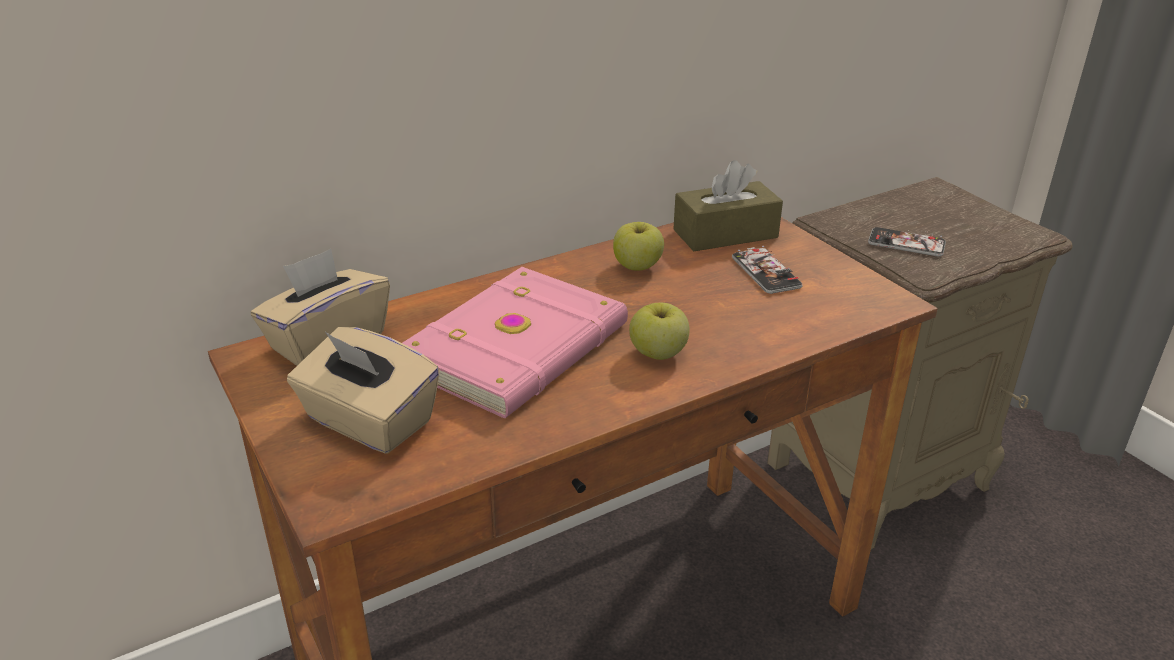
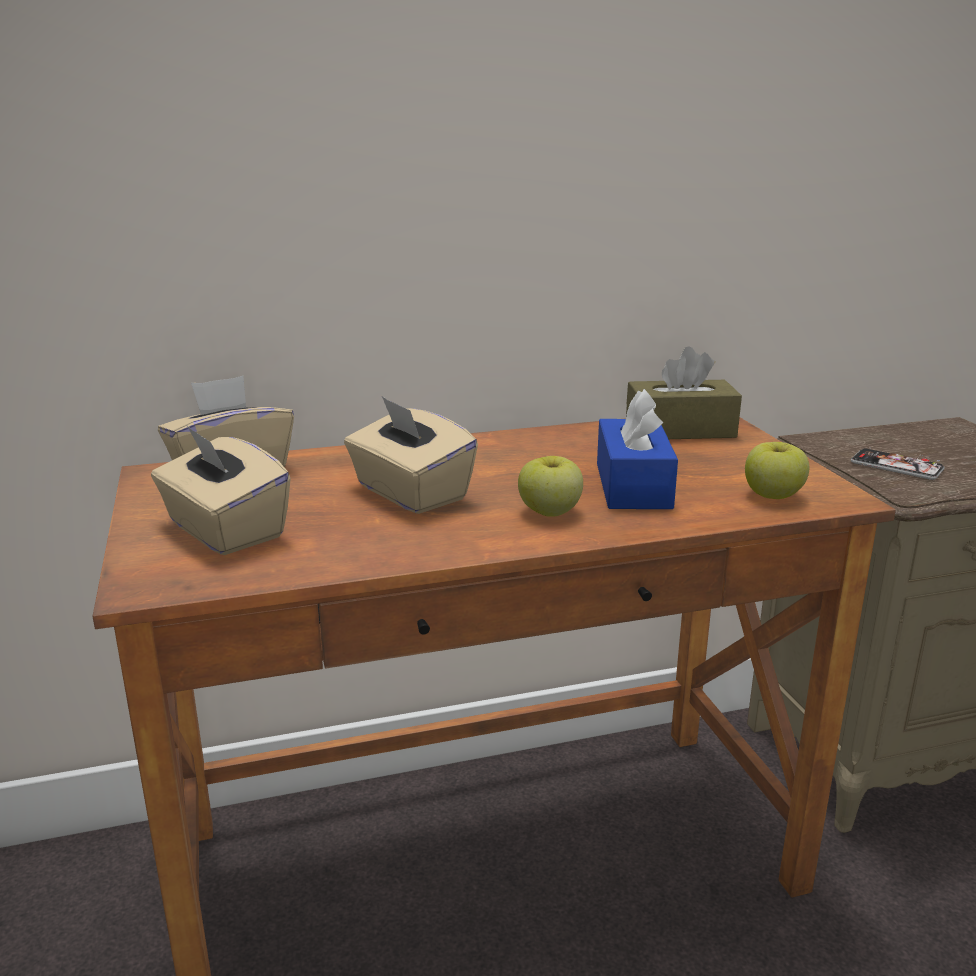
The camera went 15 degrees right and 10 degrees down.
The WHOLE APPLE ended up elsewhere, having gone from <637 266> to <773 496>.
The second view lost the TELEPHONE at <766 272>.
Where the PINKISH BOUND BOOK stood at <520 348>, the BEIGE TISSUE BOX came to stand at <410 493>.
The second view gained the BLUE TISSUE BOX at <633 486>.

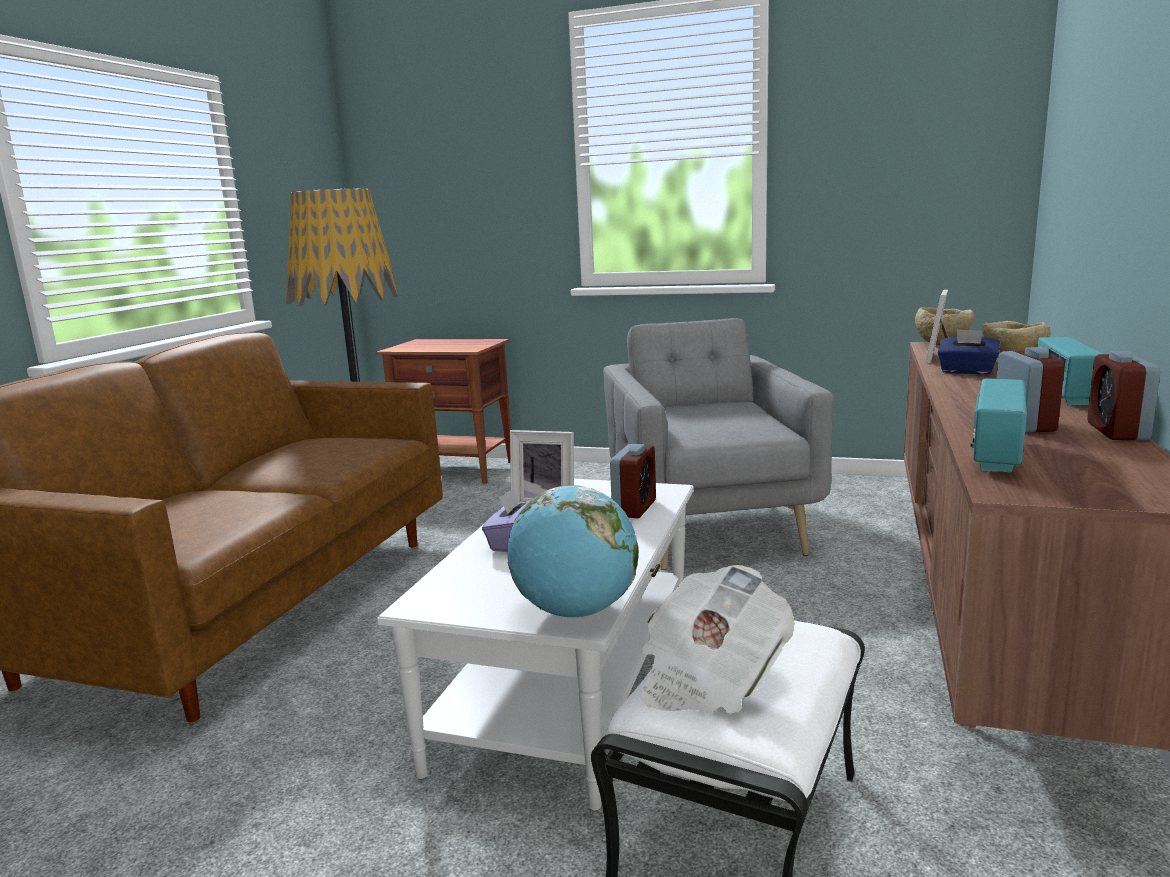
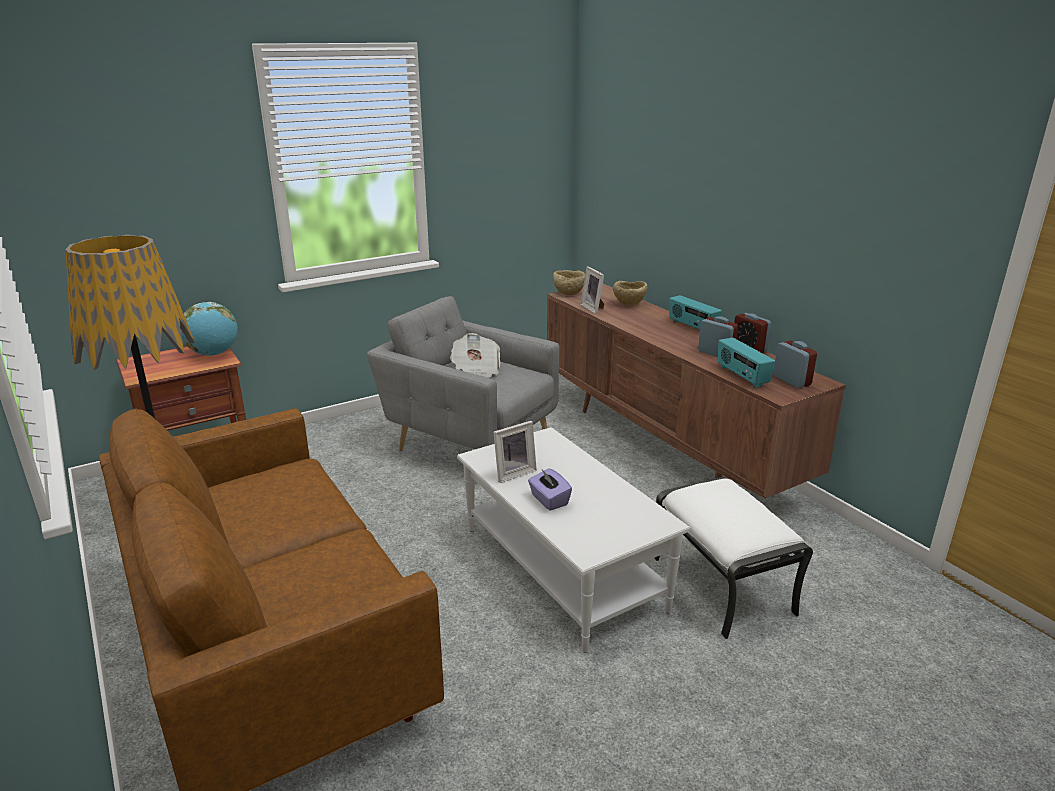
The camera went 50 degrees left and 10 degrees up.
The second view lost the BLUE TISSUE BOX at <966 371>.
The TABLE CLOCK ended up elsewhere, having gone from <634 508> to <791 380>.
The DESK GLOBE ended up elsewhere, having gone from <576 611> to <214 354>.
The DAILY PAPER ended up elsewhere, having gone from <709 677> to <476 371>.

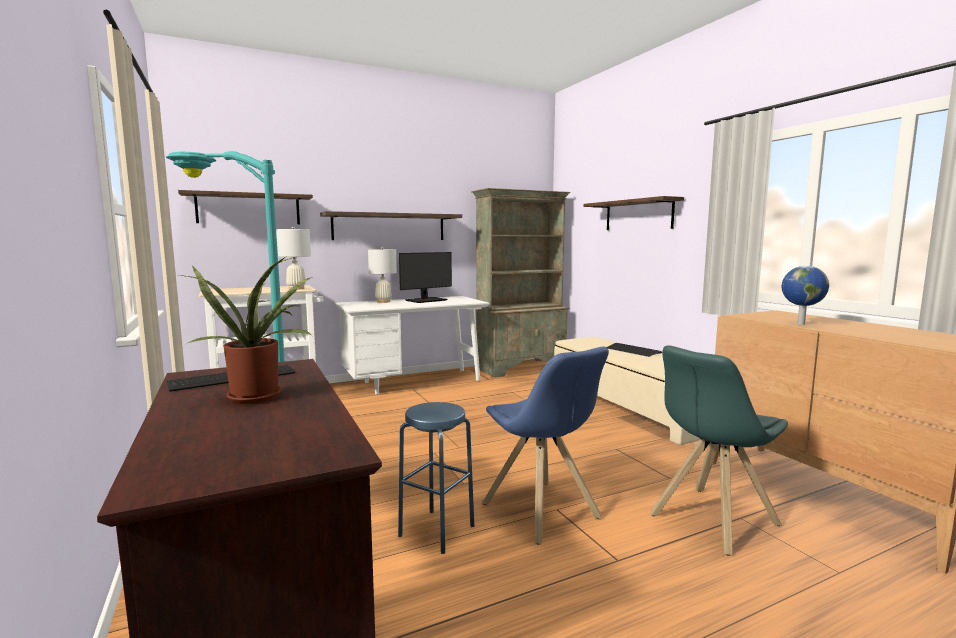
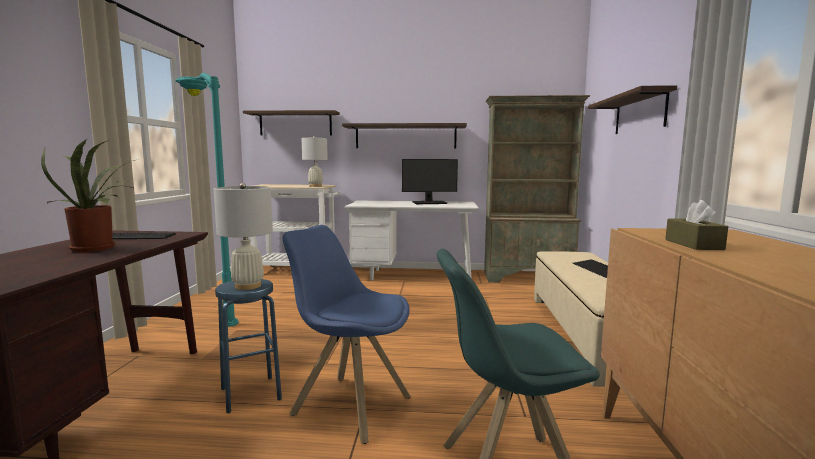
The camera went 30 degrees right and 0 degrees up.
The WHITE-COLOURED LAMP FOR A TABLE ended up elsewhere, having gone from <383 301> to <247 286>.
Where the DESK GLOBE stood at <799 324>, the BROWN TISSUE BOX came to stand at <693 244>.
The BLUE CHAIR at <541 510> ended up facing another way, 120 degrees clockwise from before.

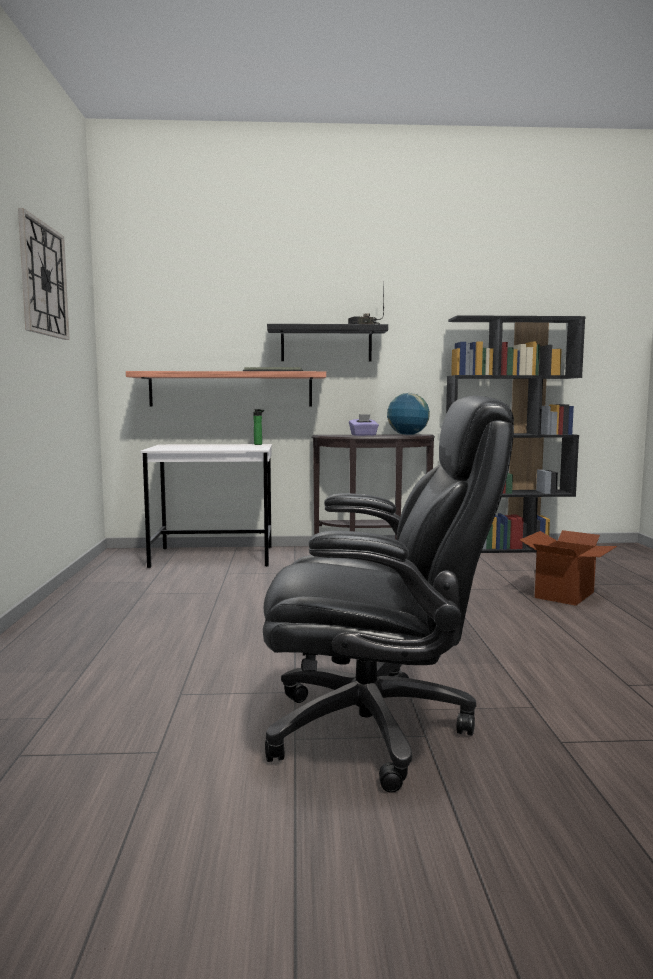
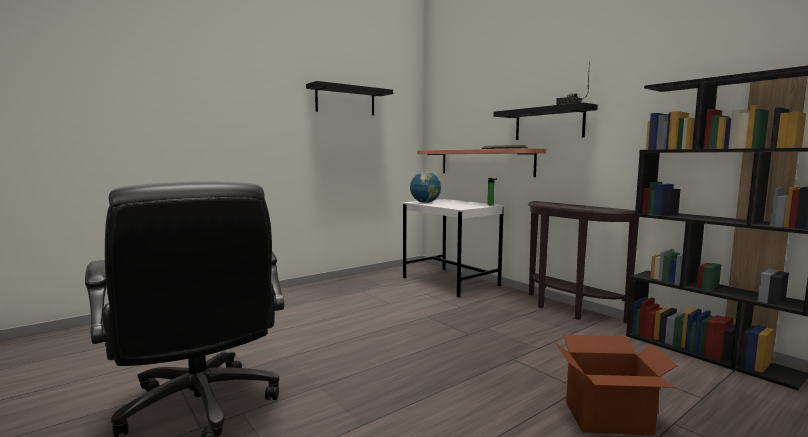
The camera went 55 degrees right and 0 degrees up.
Where the CLOCK ON THE WALL hung at <43 280>, the BLACKISH WALL SHELF came to hang at <345 101>.
The DESK GLOBE ended up elsewhere, having gone from <407 435> to <425 202>.
The second view lost the PURPLISH TISSUE BOX at <363 435>.

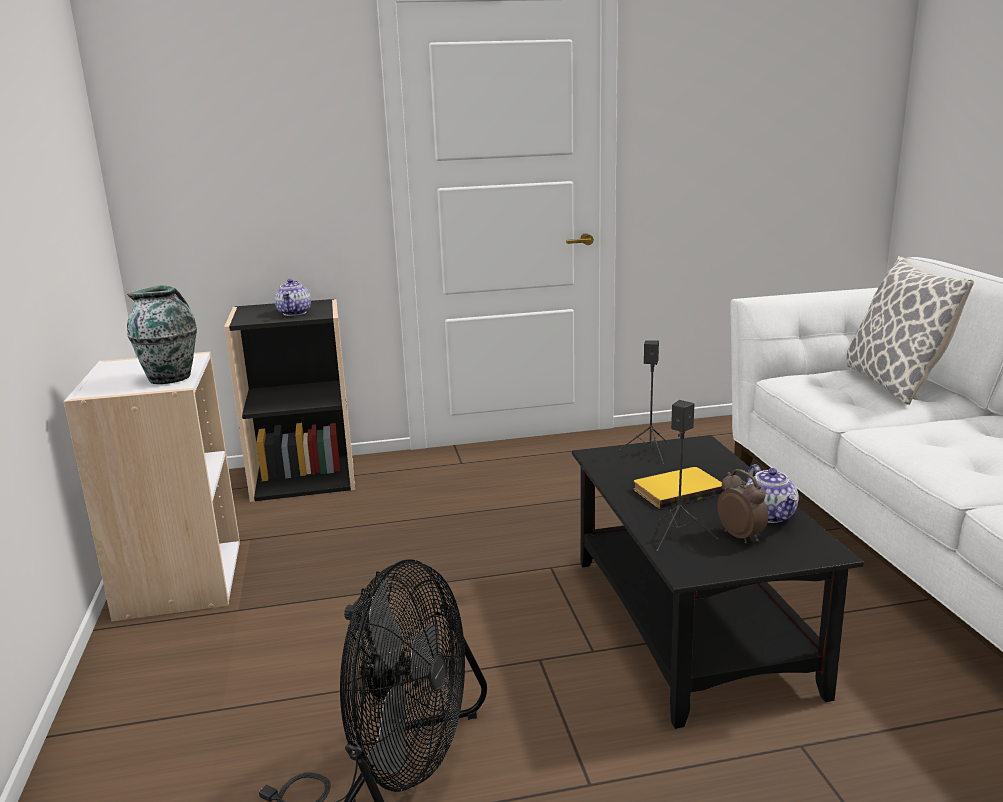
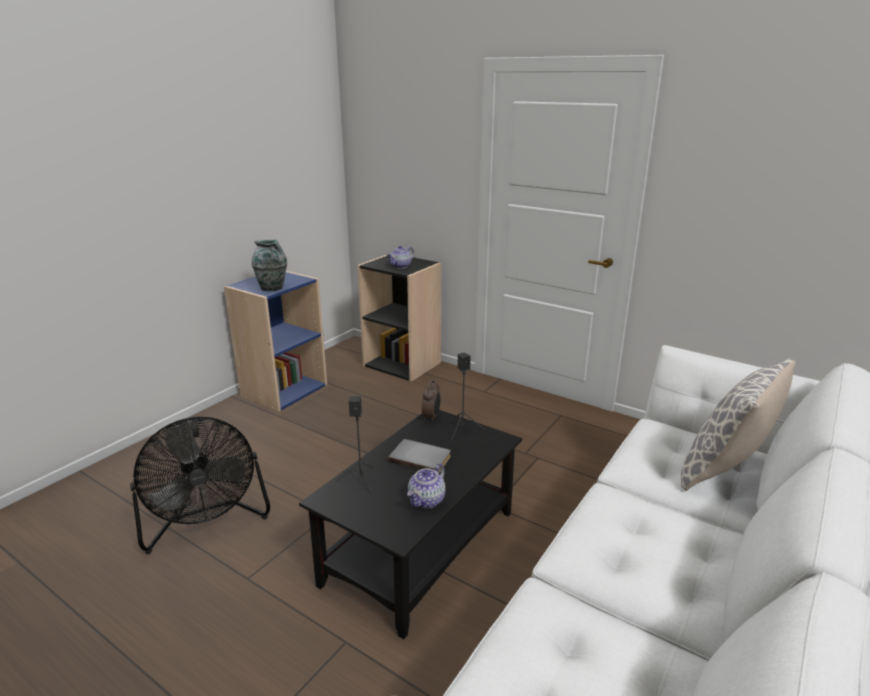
The camera went 45 degrees right and 5 degrees up.
What was the WHITE-COLOURED SHELVING UNIT at <179 578> turned into the BLUE SHELVING UNIT at <284 389>.
What was the YELLOW-COLOURED BOUND BOOK at <676 490> turned into the GREY BOUND BOOK at <421 457>.
The TABLE CLOCK ended up elsewhere, having gone from <741 536> to <431 417>.

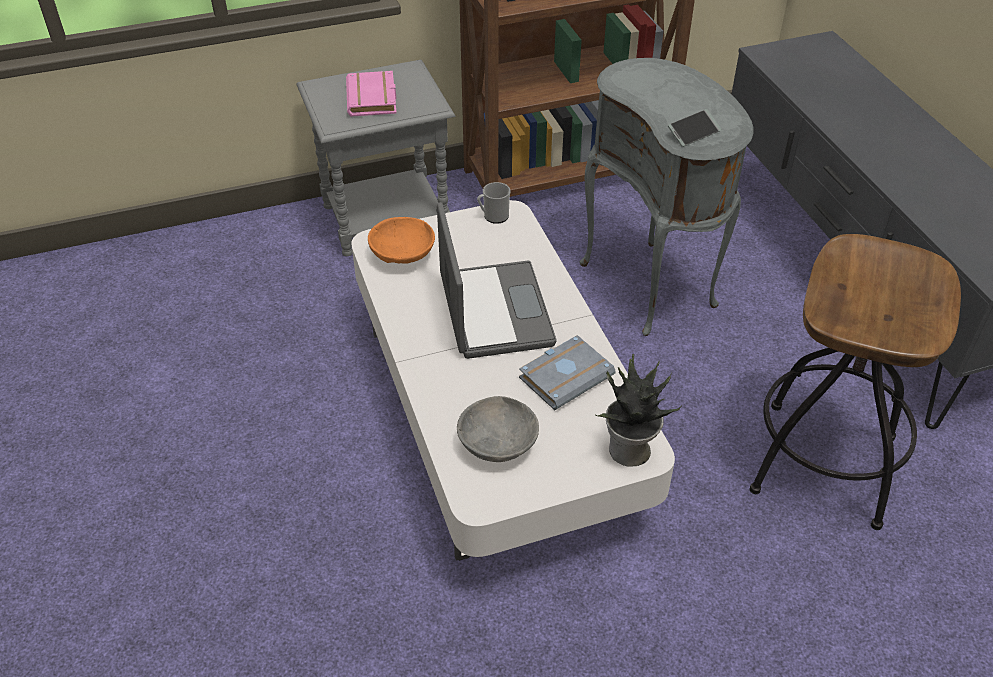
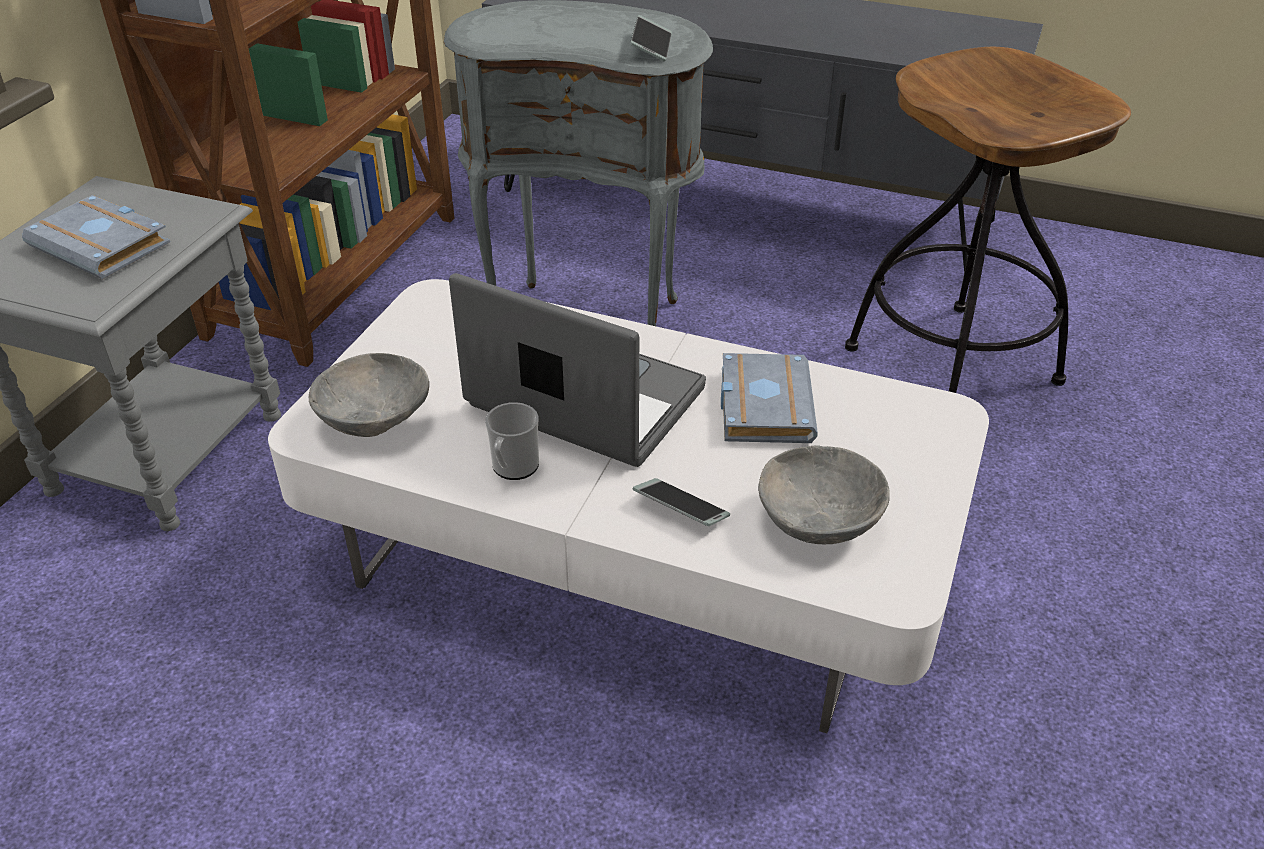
The camera went 50 degrees left and 5 degrees down.
What was the PINKISH BOUND BOOK at <374 99> turned into the GREY BOUND BOOK at <105 245>.
The MUG ended up elsewhere, having gone from <493 216> to <513 468>.
What was the ORANGE-COLOURED SERVING BOWL at <403 256> turned into the GREY SERVING BOWL at <377 420>.
The second view lost the HOUSEPLANT at <629 451>.
The second view gained the TELEPHONE at <681 509>.

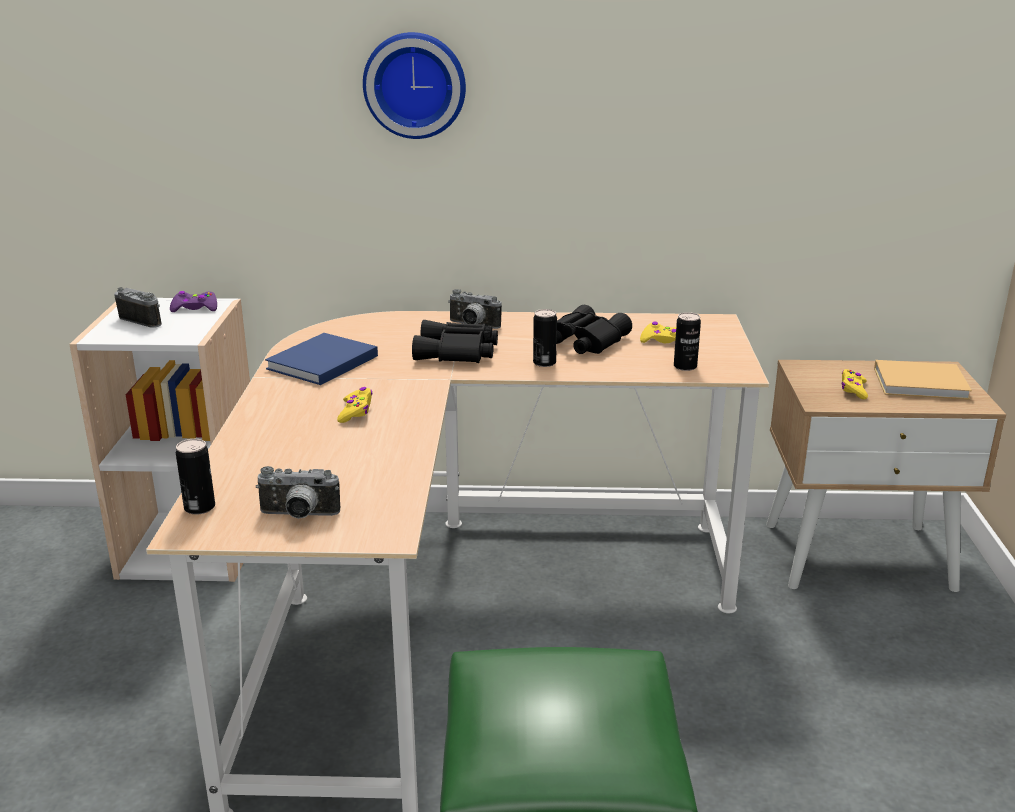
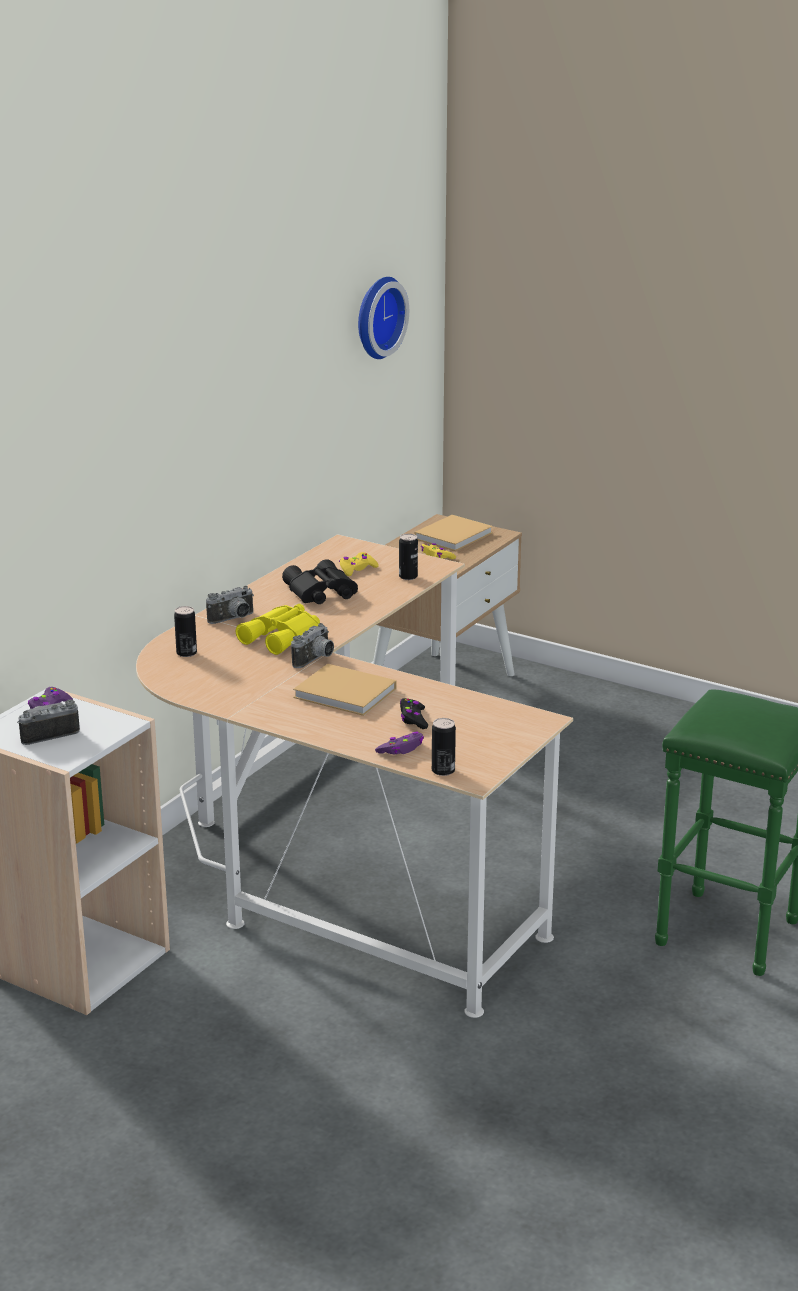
The camera went 60 degrees left and 0 degrees up.
The CLOCK ON THE WALL ended up elsewhere, having gone from <415 85> to <376 317>.
The METAL CAN ended up elsewhere, having gone from <544 363> to <186 653>.
What was the BLACKISH BINOCULARS at <457 353> turned into the YELLOW-COLOURED BINOCULARS at <283 637>.
The second view lost the BLUE BOUND BOOK at <320 363>.
Where the YELLOW-COLOURED JOYPAD stood at <356 411>, the BEIGE BOUND BOOK came to stand at <347 694>.
The STILL CAMERA ended up elsewhere, having gone from <298 516> to <316 660>.
The second view gained the BLACKISH JOYPAD at <413 719>.
The second view gained the PURPLISH JOYPAD at <401 749>.

